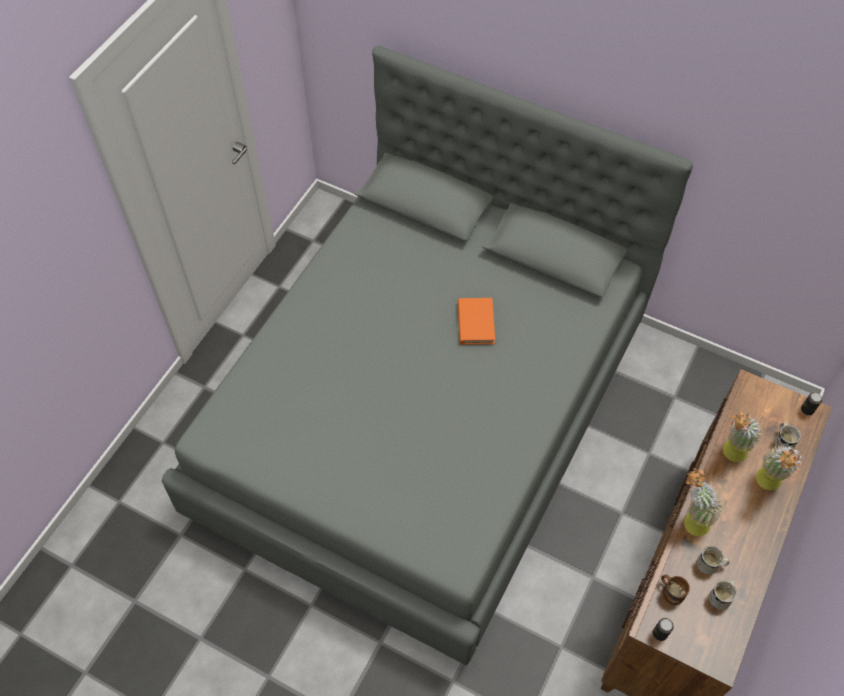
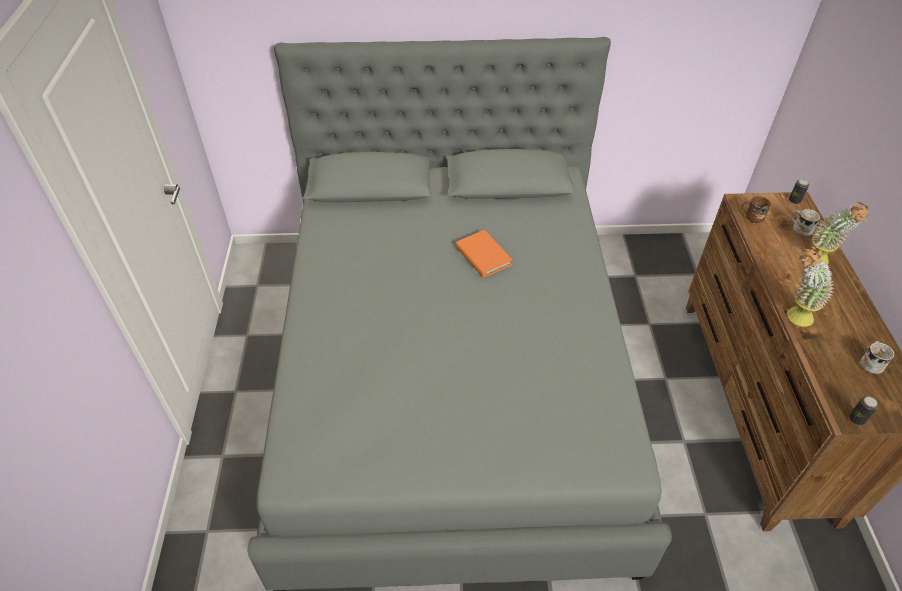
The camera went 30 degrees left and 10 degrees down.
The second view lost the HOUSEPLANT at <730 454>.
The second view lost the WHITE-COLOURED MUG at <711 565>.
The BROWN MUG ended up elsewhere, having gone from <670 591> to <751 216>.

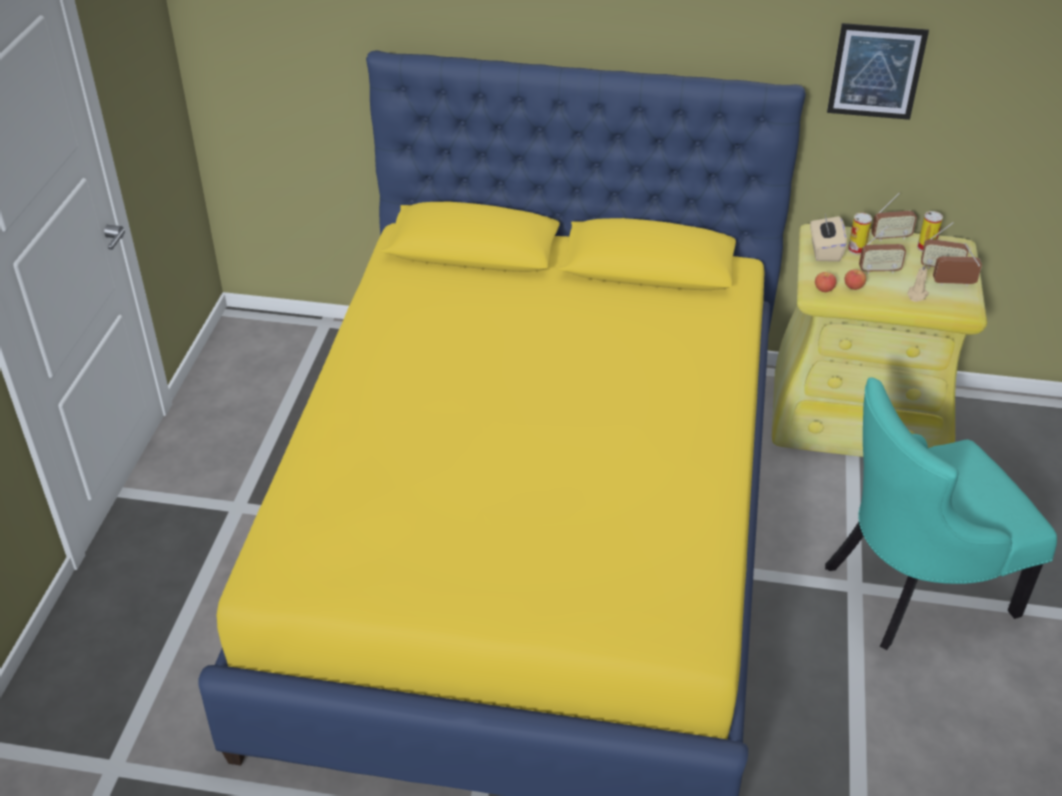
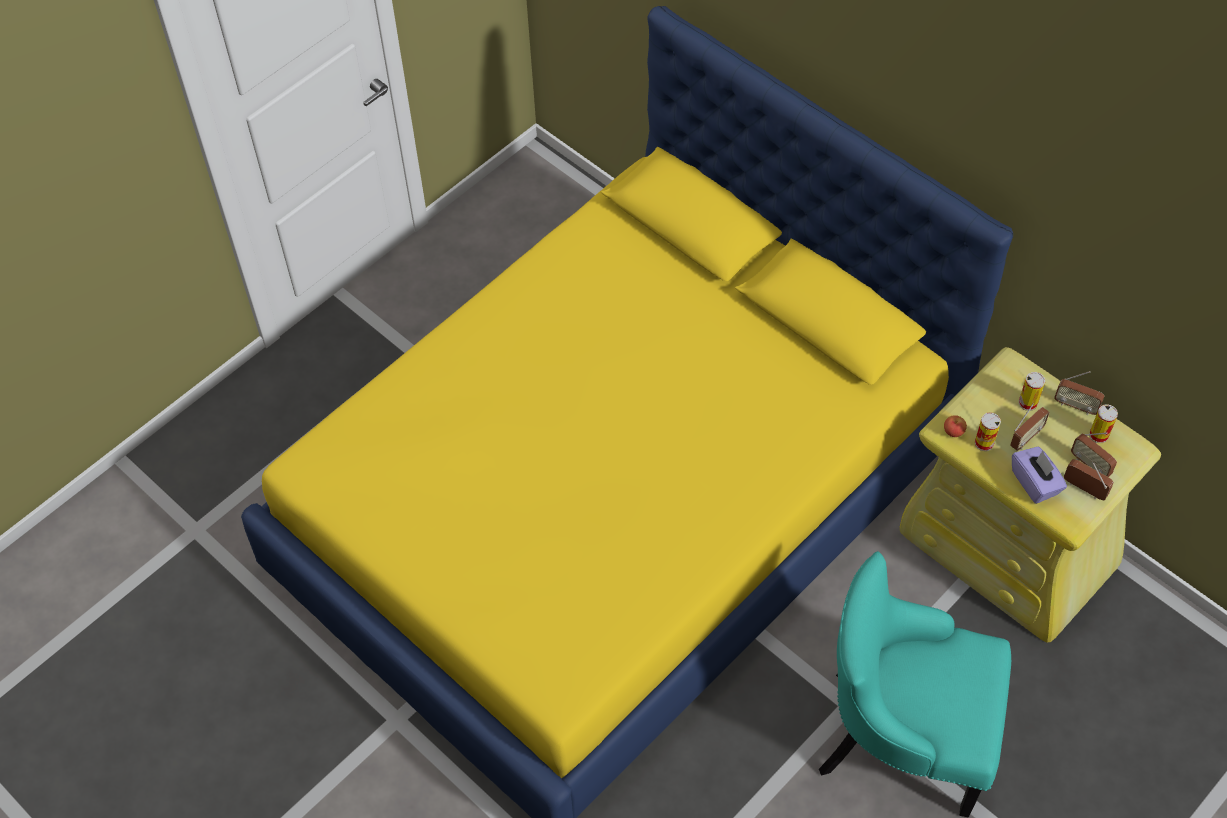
The camera went 35 degrees right and 15 degrees up.
The second view lost the PICTURE at <876 71>.
The second view lost the BEIGE TISSUE BOX at <824 251>.
The RADIO at <879 270> ended up facing another way, 75 degrees counterclockwise from before.
Where the BEIGE WAX CANDLE stood at <916 295>, the PURPLISH TISSUE BOX came to stand at <1035 483>.
Where the WHOLE APPLE stood at <853 287>, the METAL CAN came to stand at <984 443>.

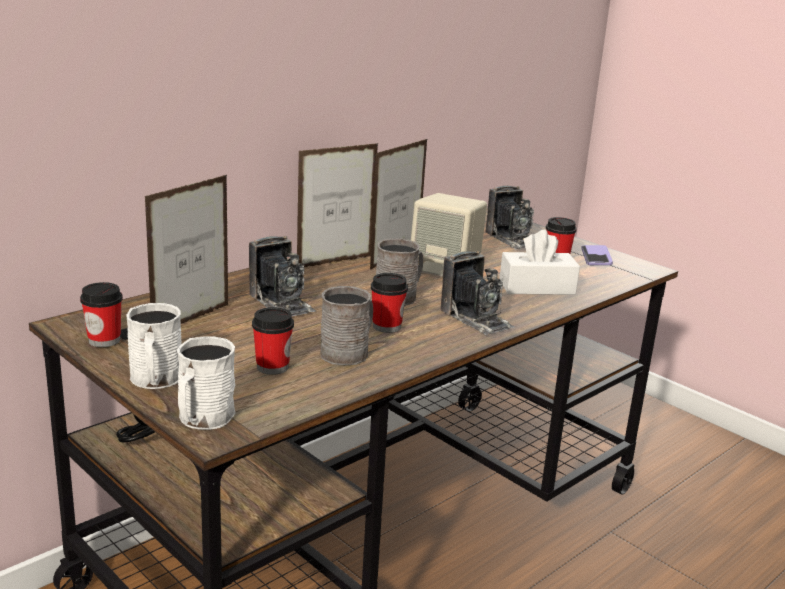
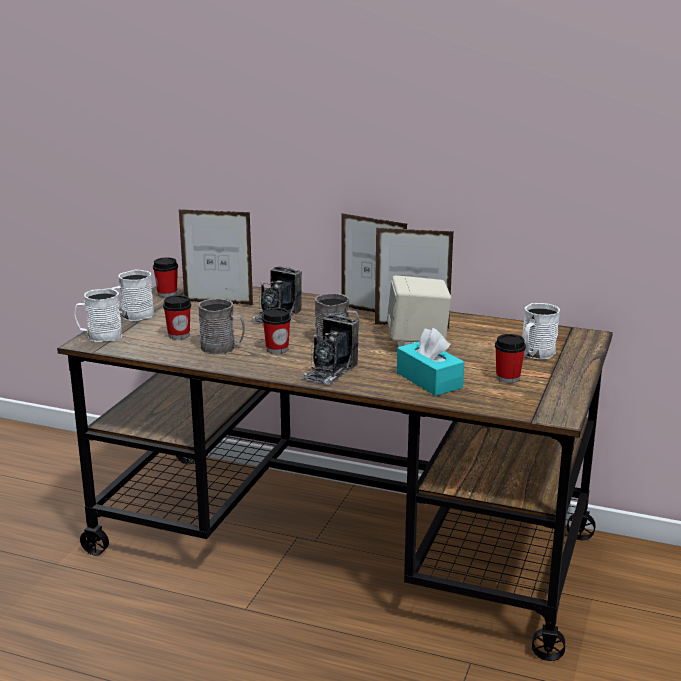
The camera went 65 degrees right and 0 degrees up.
Where the STILL CAMERA stood at <512 239>, the WHITE-COLOURED MUG came to stand at <535 354>.
What was the WHITE-COLOURED TISSUE BOX at <537 287> turned into the BLUE-GREEN TISSUE BOX at <429 380>.
The second view lost the TELEPHONE at <596 257>.

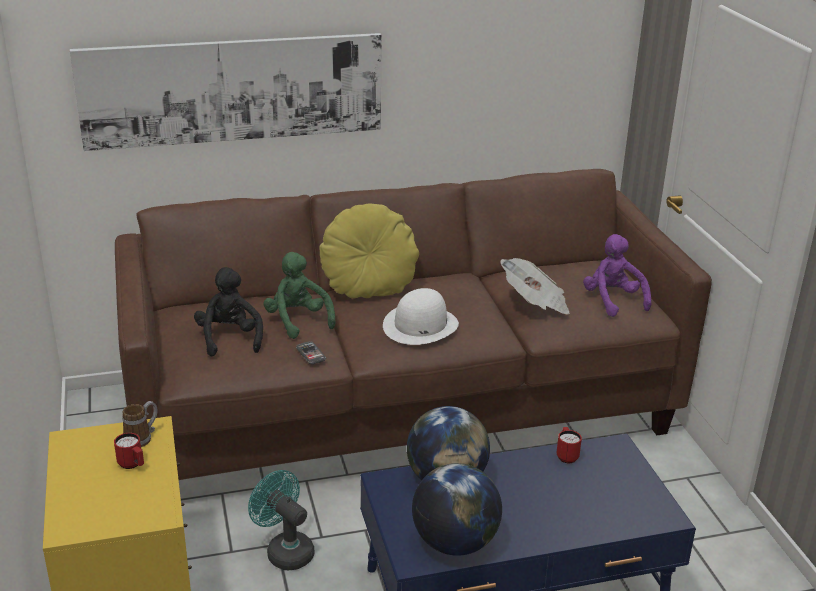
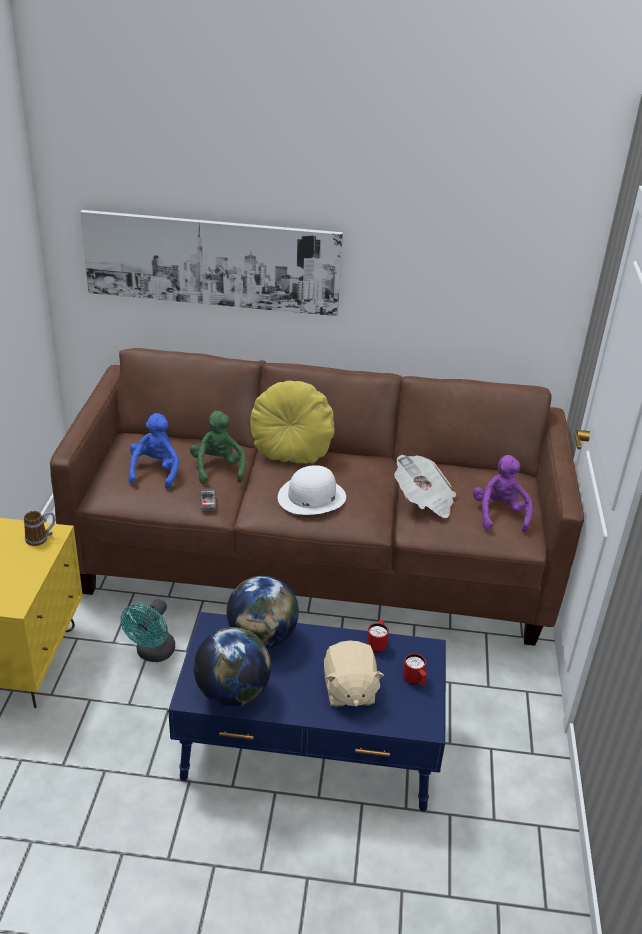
The camera went 20 degrees right and 5 degrees up.
What was the BLACKISH SOFT TOY at <229 338> turned into the BLUE SOFT TOY at <155 471>.
The RED-COLOURED MUG ended up elsewhere, having gone from <132 465> to <414 681>.
The BLUE-GREEN ELECTRIC FAN at <285 550> ended up facing another way, 135 degrees counterclockwise from before.
The second view gained the BEIGE SOFT TOY at <349 690>.

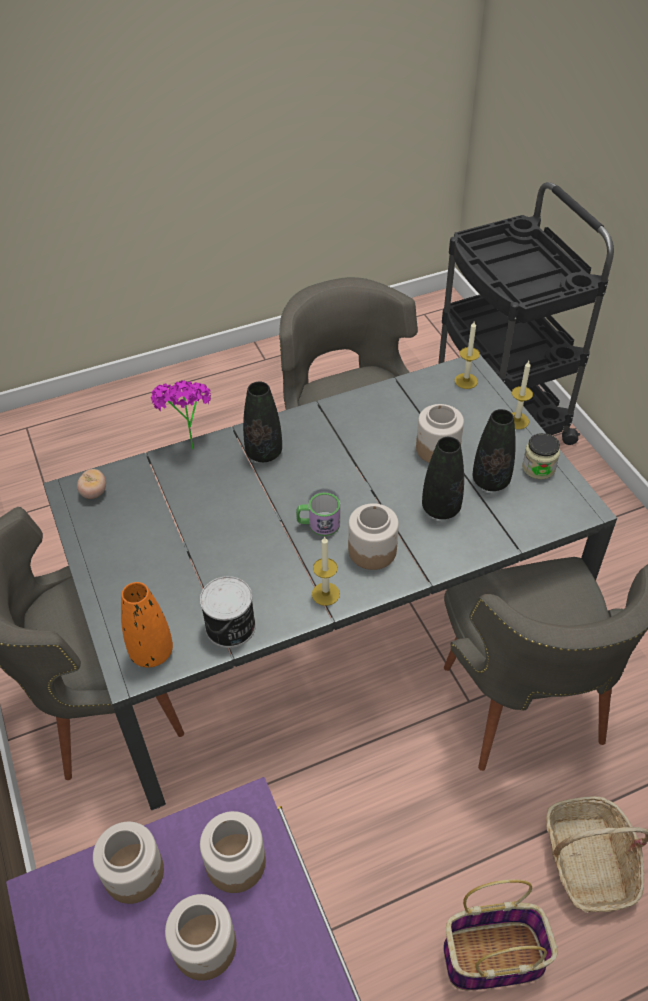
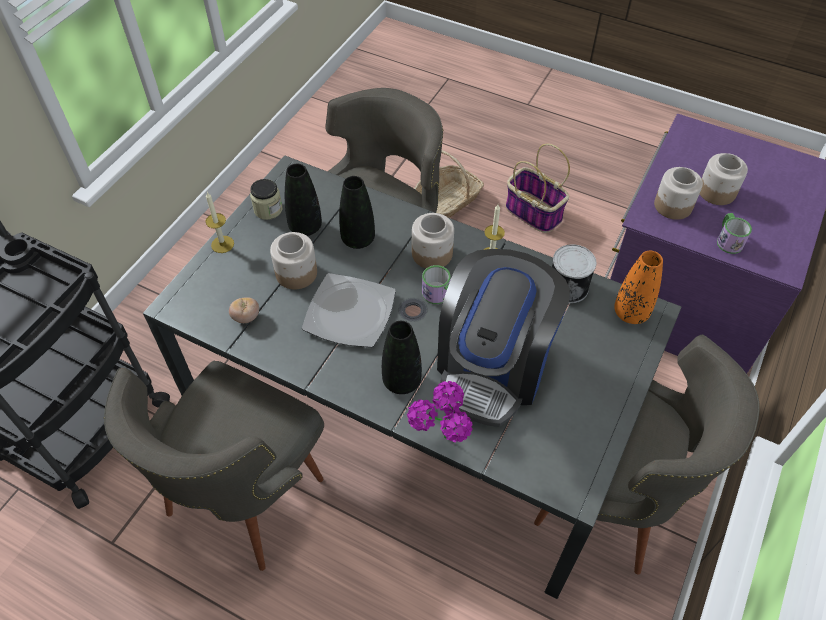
The camera went 130 degrees left and 5 degrees up.
The second view lost the WAX CANDLE at <466 381>.
The WHOLE TOMATO ended up elsewhere, having gone from <94 493> to <246 317>.
Where the STORAGE JAR stood at <134 872>, the MUG came to stand at <728 240>.
The second view gained the COFFEE BREWER at <493 366>.
The second view gained the PLATE at <350 314>.

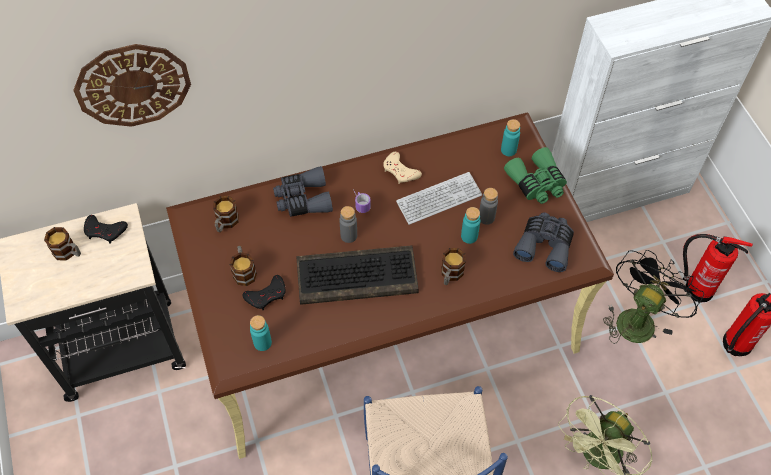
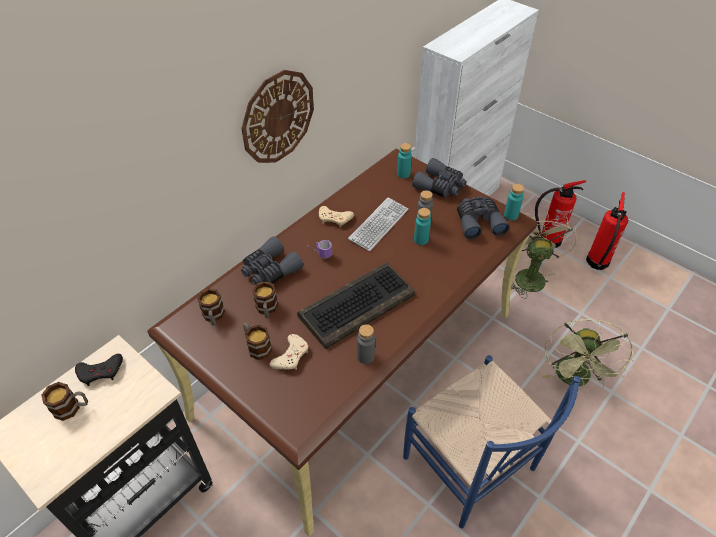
The camera went 30 degrees left and 10 degrees down.
The CLOCK ON THE WALL ended up elsewhere, having gone from <133 85> to <278 117>.
What was the GREENISH BINOCULARS at <537 183> turned into the GREY BINOCULARS at <440 186>.
The GREY DRINK BOTTLE ended up elsewhere, having gone from <348 235> to <365 357>.
The MUG ended up elsewhere, having gone from <450 275> to <267 309>.
What was the BLACKISH ELECTRIC FAN at <638 318> turned into the BEIGE ELECTRIC FAN at <527 275>.
What was the BLACKISH JOYPAD at <266 295> turned into the BEIGE JOYPAD at <291 356>.
The BLUE-GREEN DRINK BOTTLE ended up elsewhere, having gone from <262 343> to <511 215>.

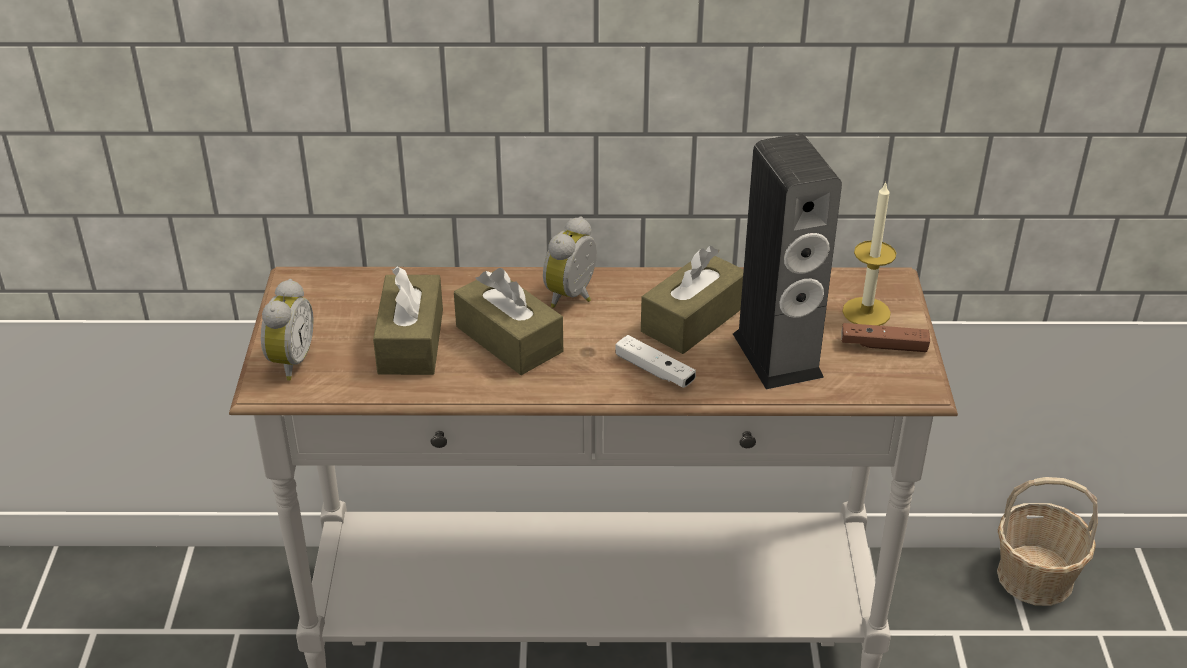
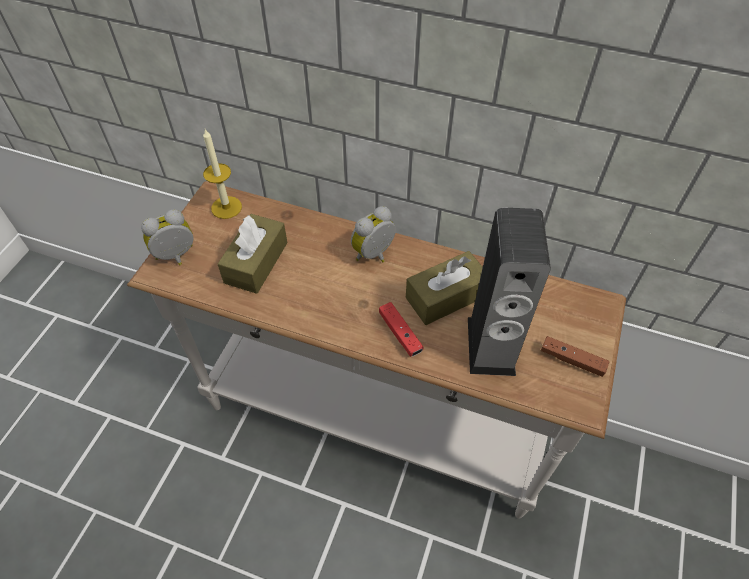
The camera went 20 degrees right and 15 degrees up.
The WAX CANDLE ended up elsewhere, having gone from <866 312> to <226 207>.
The second view lost the BROWN TISSUE BOX at <509 339>.
The TABLE CLOCK at <288 362> ended up facing another way, 150 degrees counterclockwise from before.
What was the WHITE-COLOURED JOYPAD at <654 370> turned into the RED-COLOURED JOYPAD at <400 333>.
The second view lost the BASKET at <1035 577>.

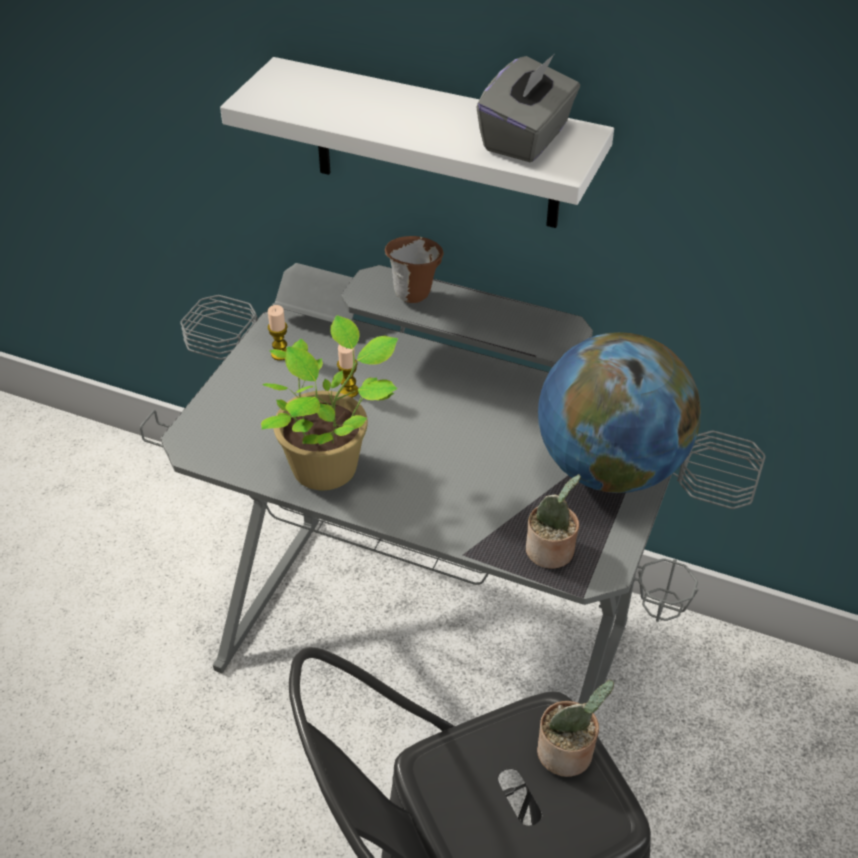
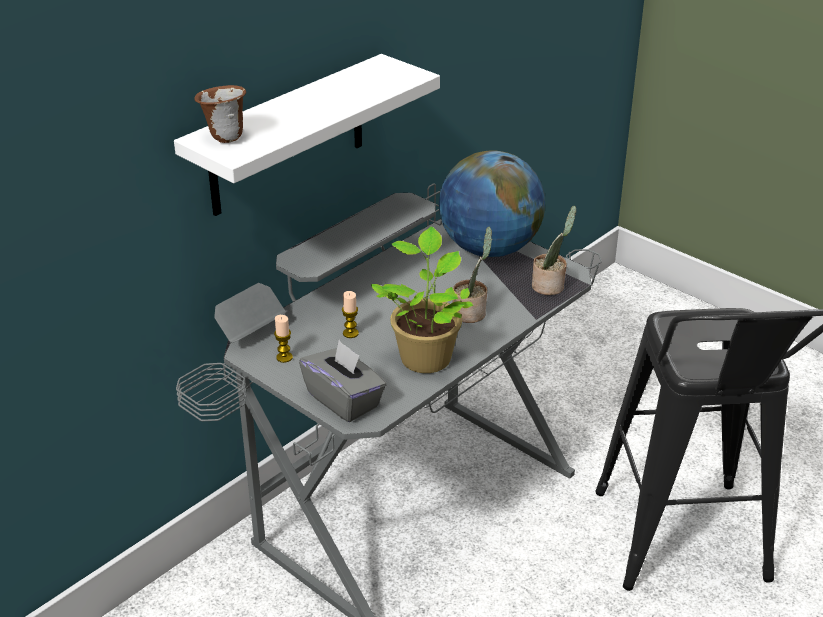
The camera went 70 degrees left and 10 degrees down.
The GREY TISSUE BOX ended up elsewhere, having gone from <527 138> to <344 400>.
The BROWN MUG ended up elsewhere, having gone from <414 294> to <224 138>.
The HOUSEPLANT ended up elsewhere, having gone from <568 754> to <471 312>.

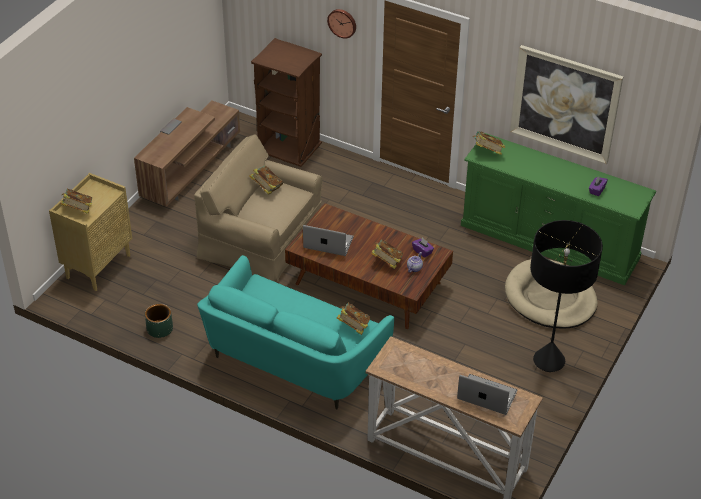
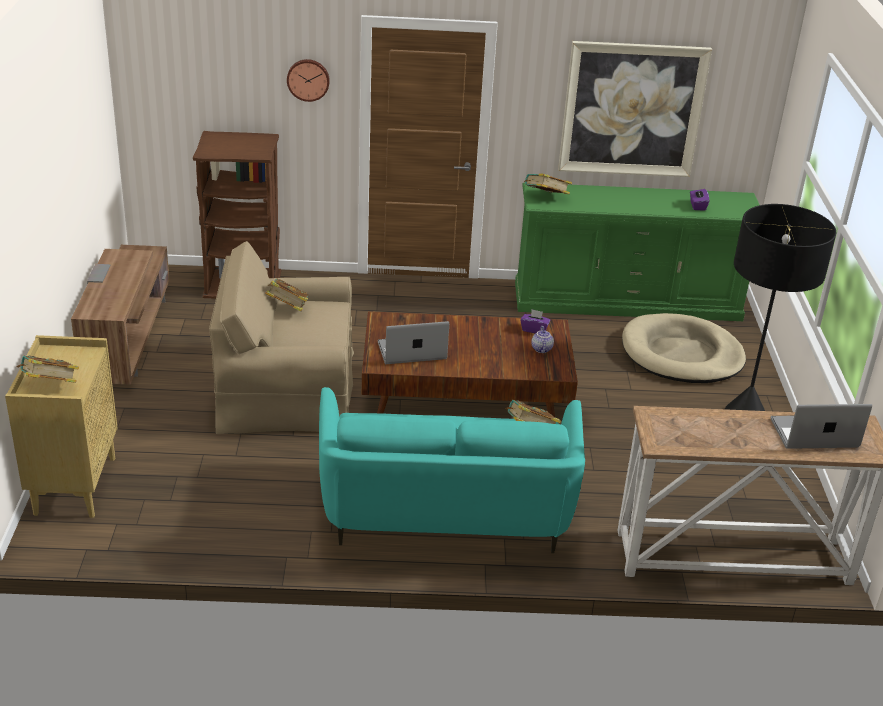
The camera went 30 degrees left and 10 degrees down.
The second view lost the BOUND BOOK at <387 262>.
The second view lost the GREENISH PLANT POT at <159 329>.

